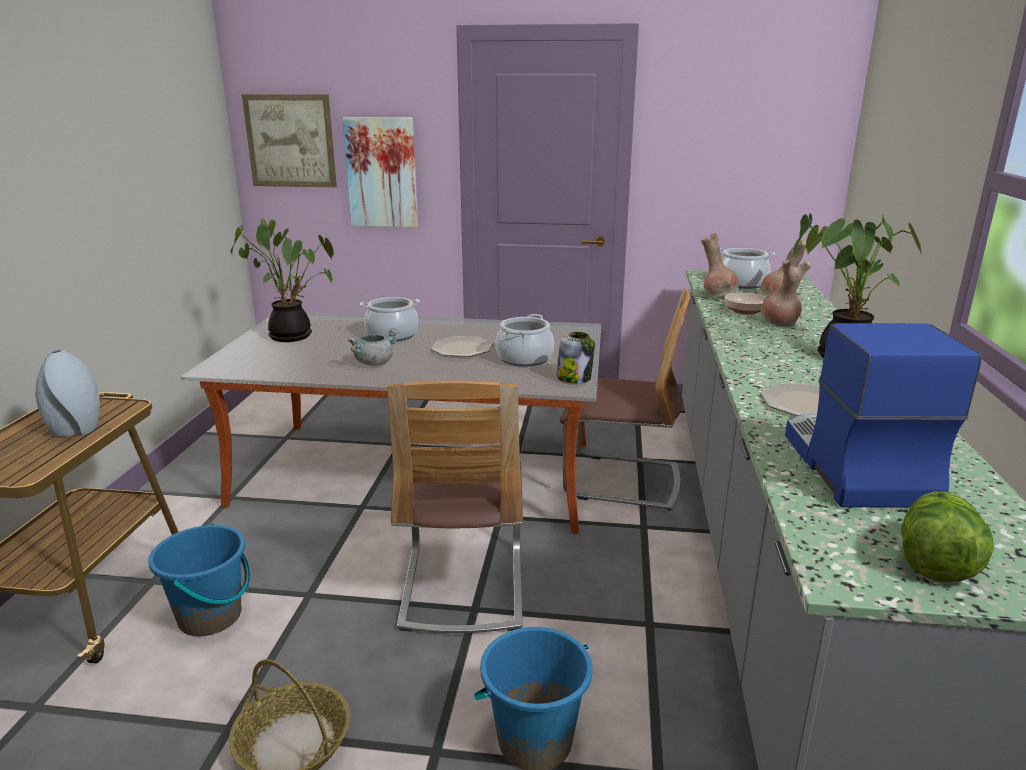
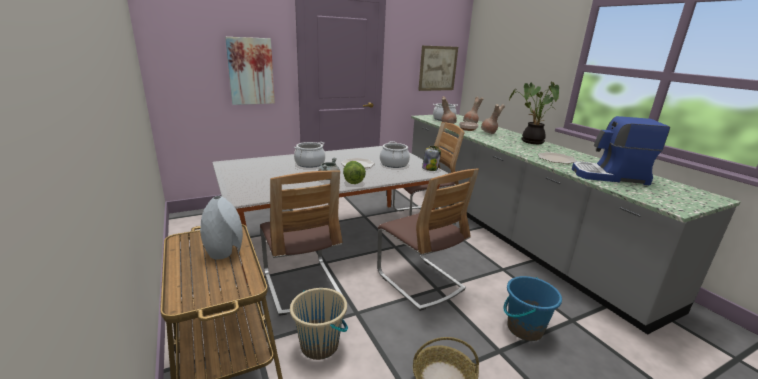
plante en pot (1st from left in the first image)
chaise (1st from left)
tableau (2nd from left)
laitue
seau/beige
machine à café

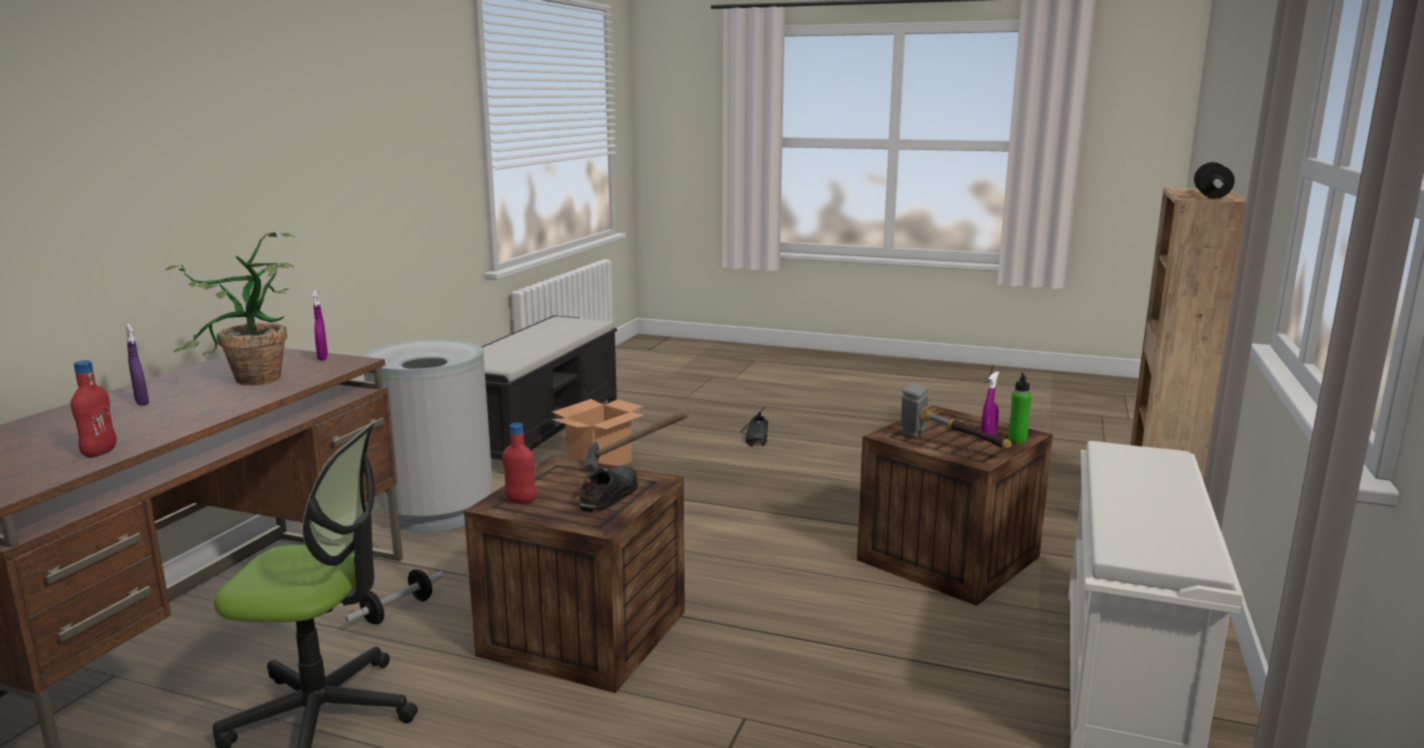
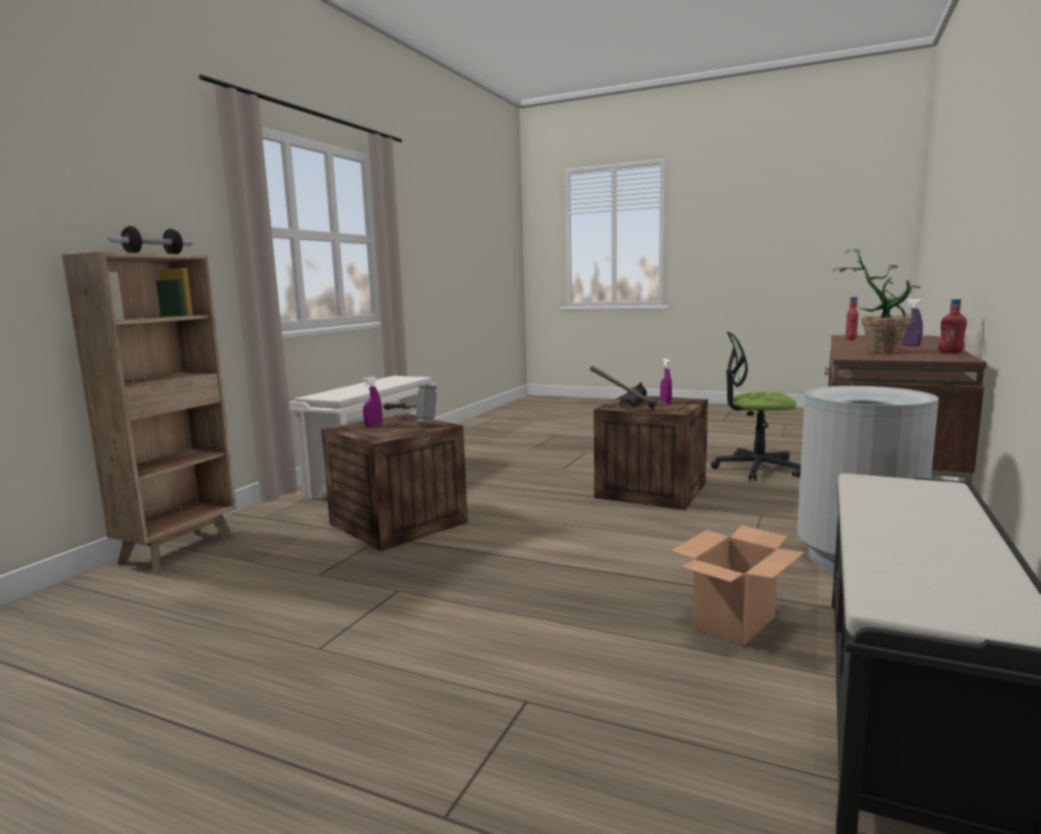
haltère (1st from left in the first image)
chaussure/noir (2nd from left in the first image)
bouteille/vert
vaporisateur/violet (2nd from left)
bouteille/rouge (2nd from left)

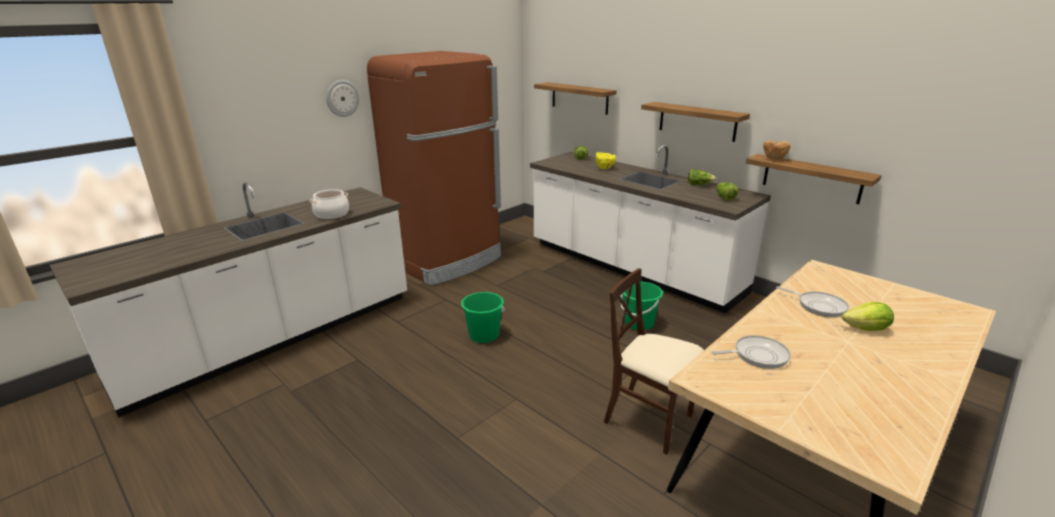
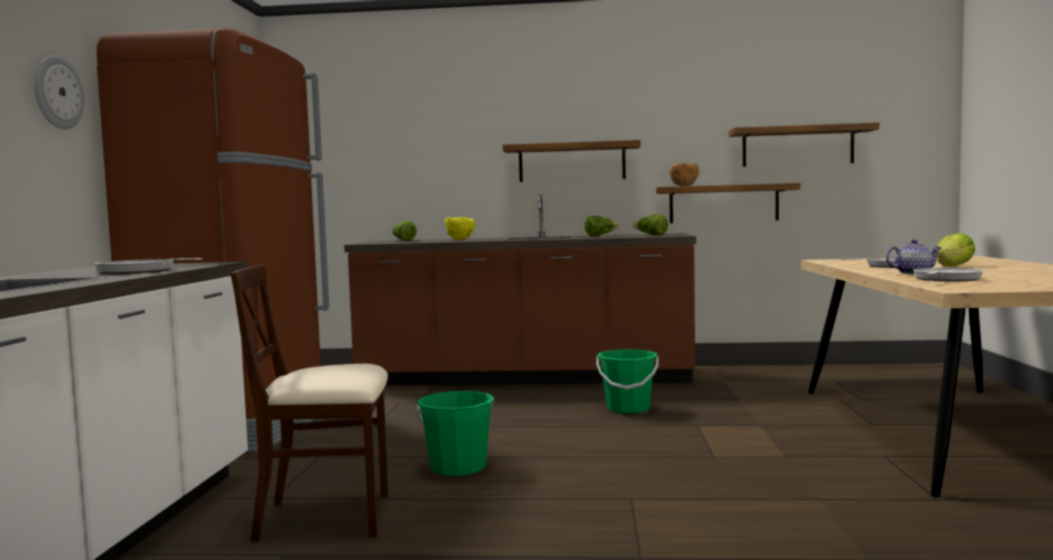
théière
étagère (3rd from left)
chaise/beige
poêle (1st from left)
comptoir de cuisine/marron

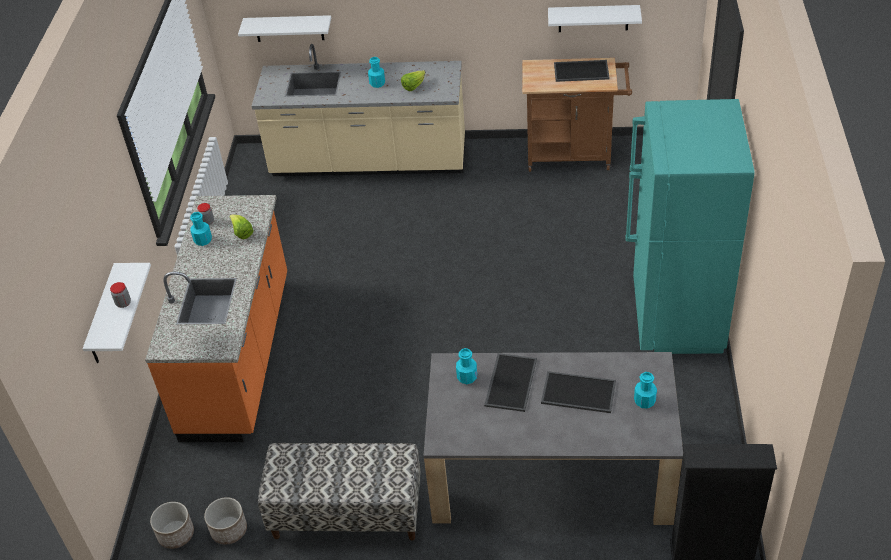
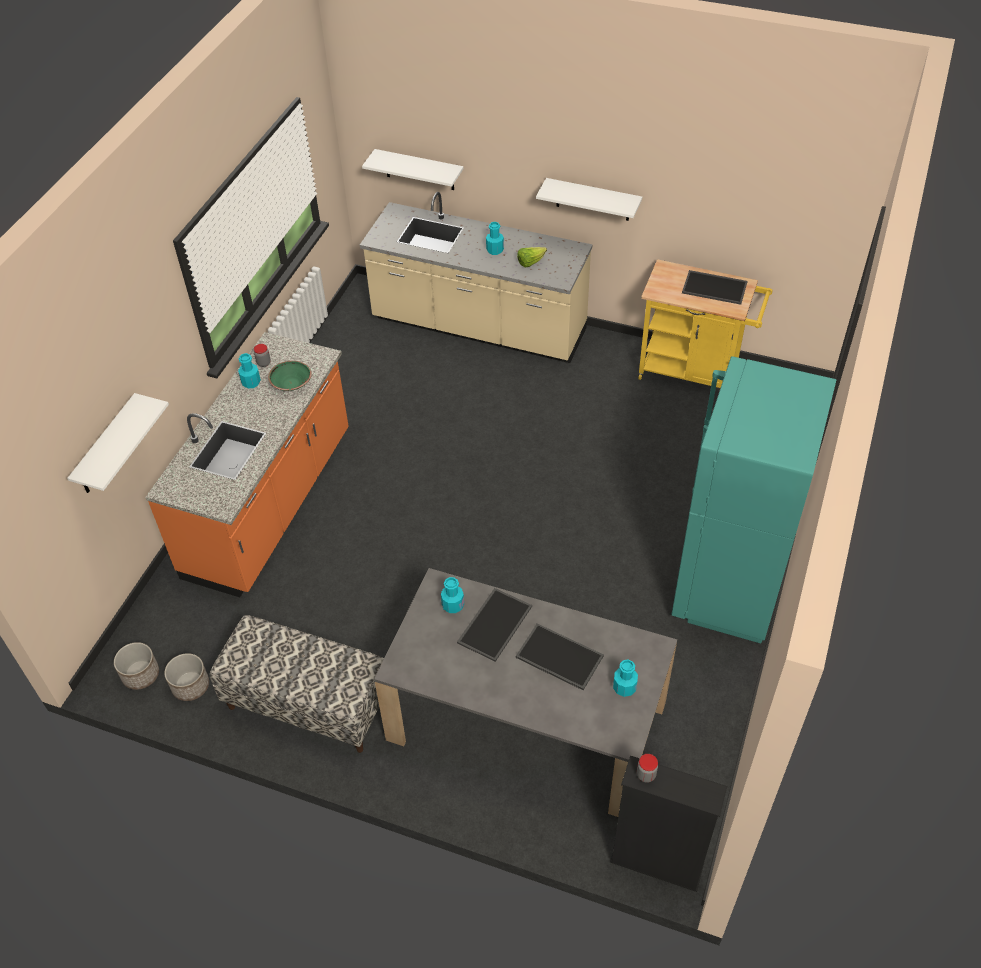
bocal (2nd from left)
étagère/blanc (3rd from left)
bol/vert
chariot/jaune

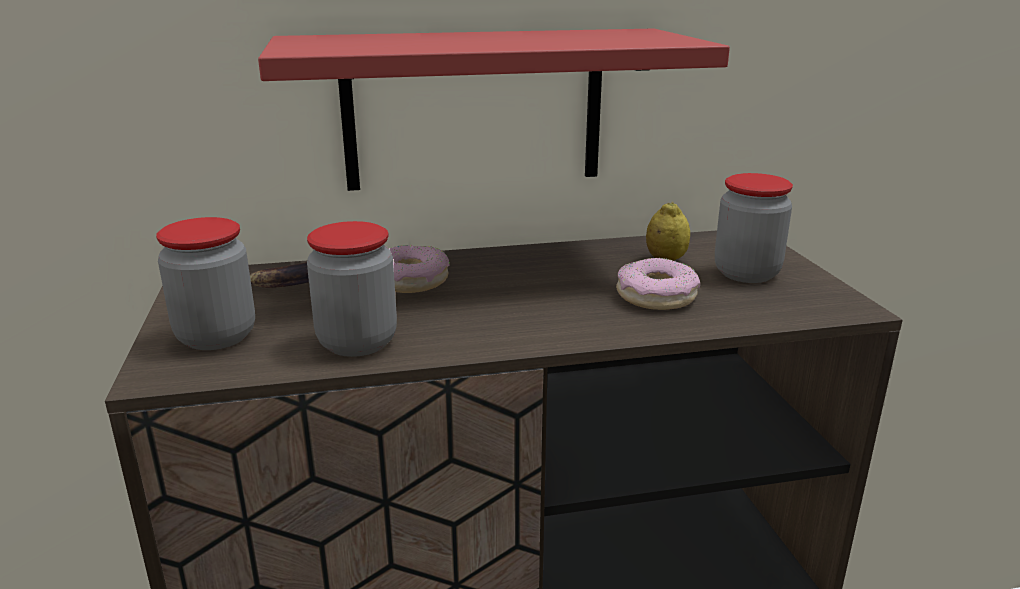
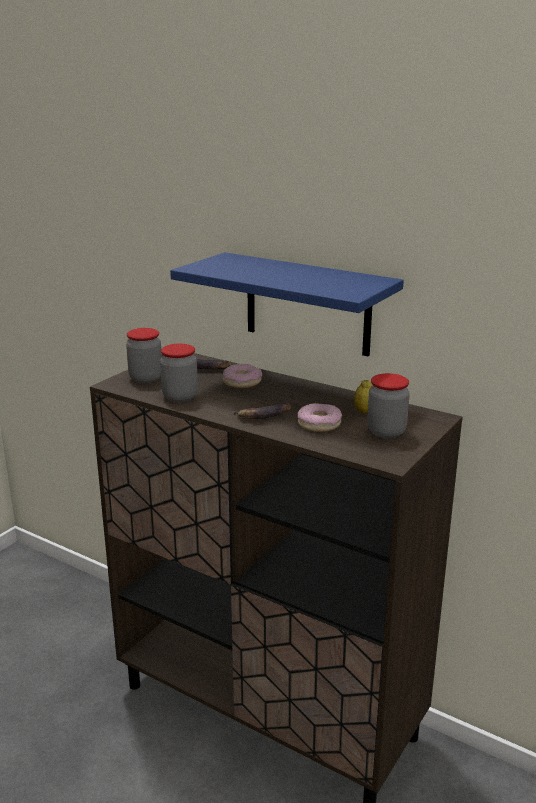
banane (2nd from left)
étagère/bleu

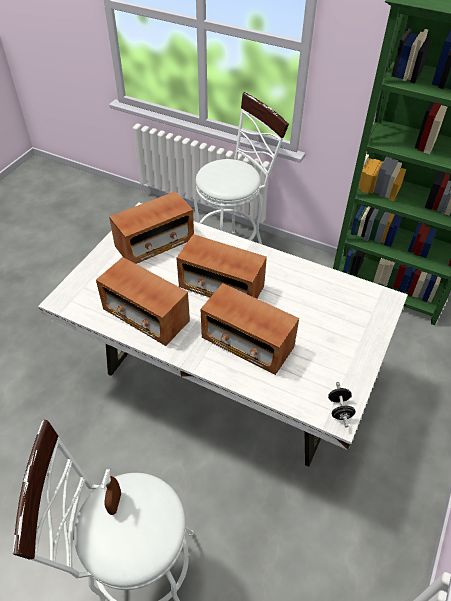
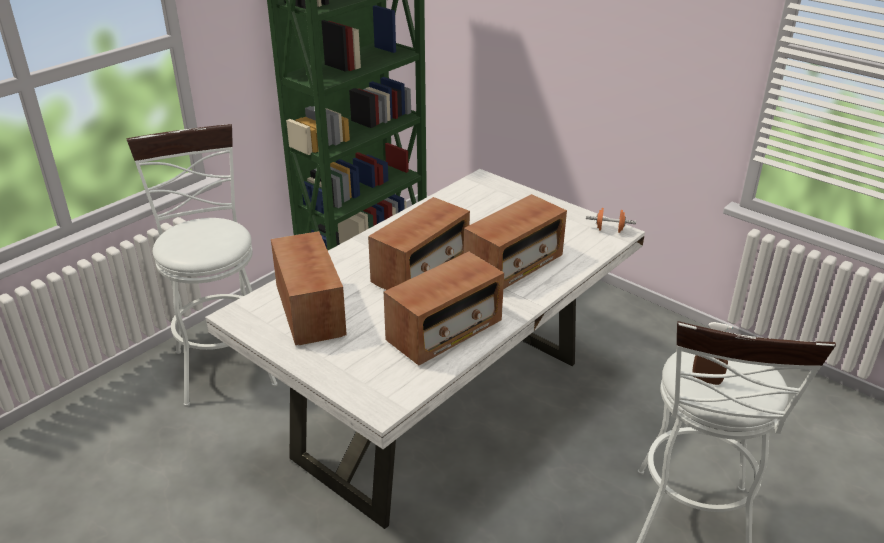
haltère/orange

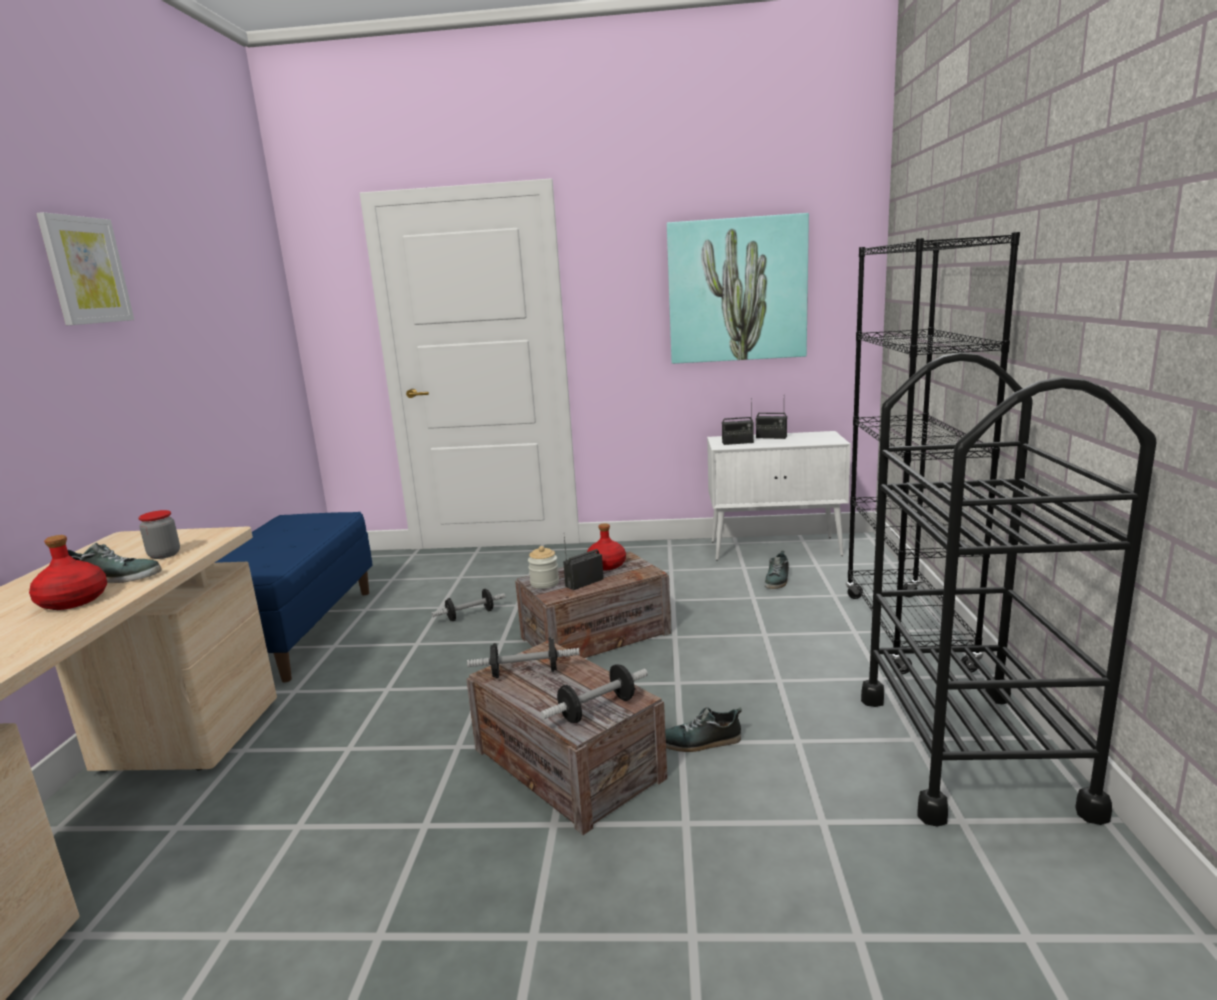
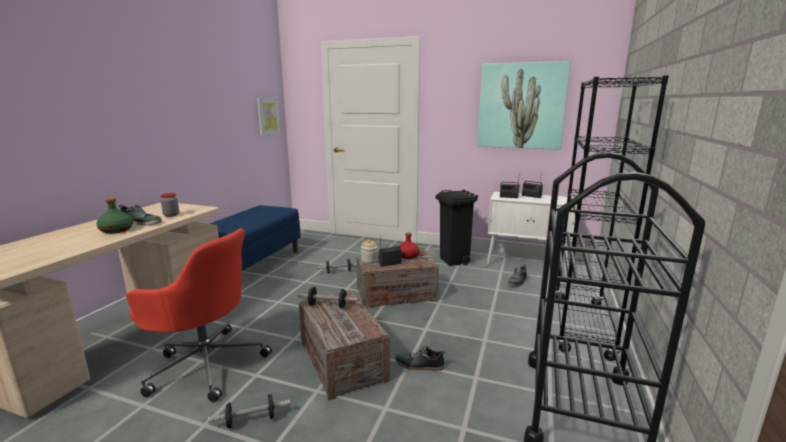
chaise de bureau/rouge
poubelle/noir
tableau (1st from left)
haltère (1st from left)
bouteille/vert

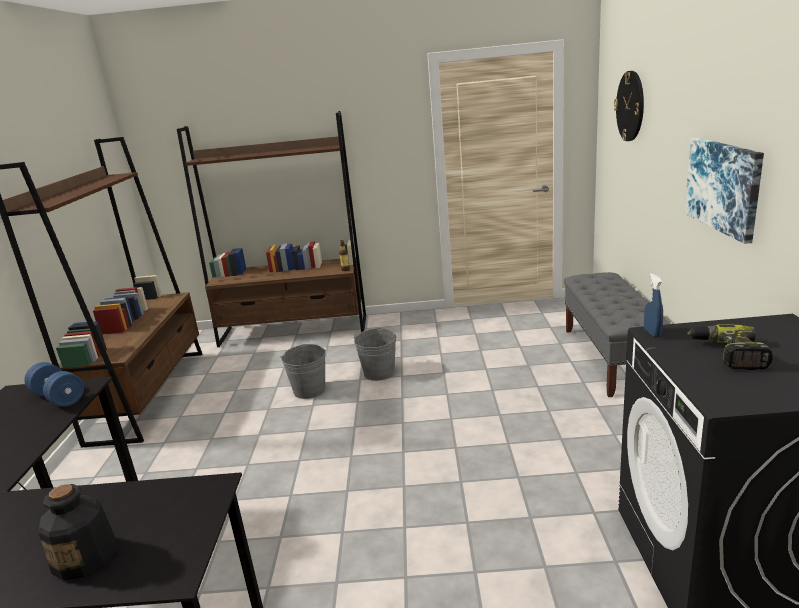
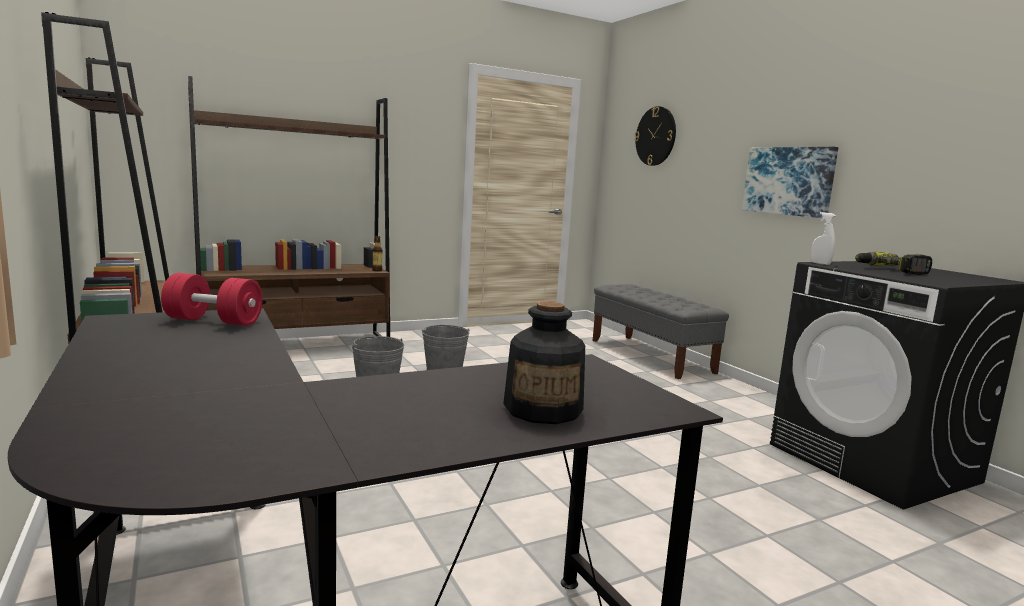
haltère/rouge
vaporisateur/blanc

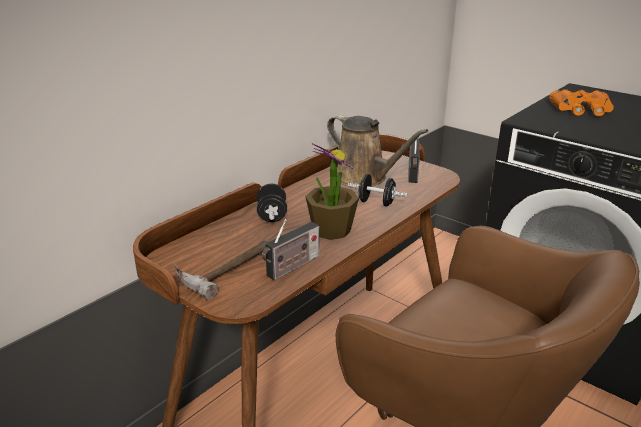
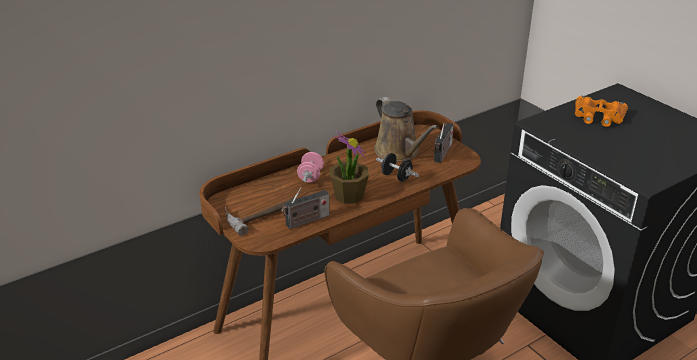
haltère/rose

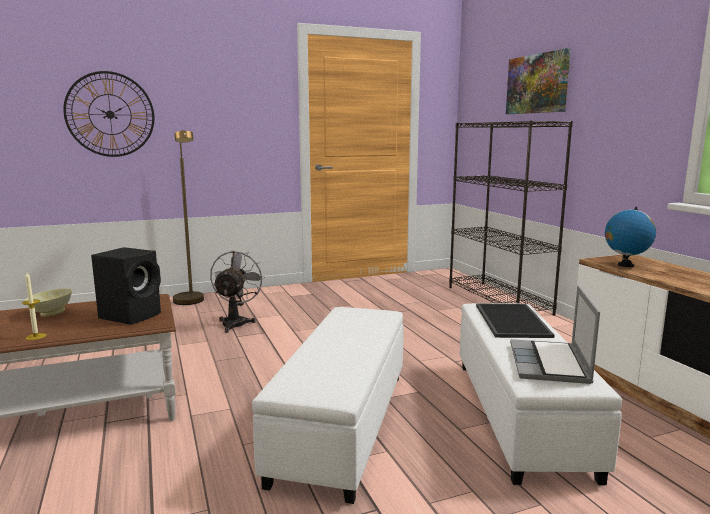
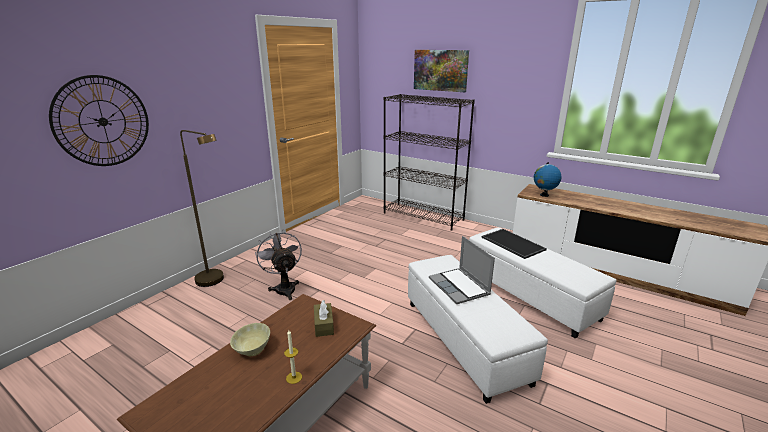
ordinateur portable
boîte à mouchoirs/marron

